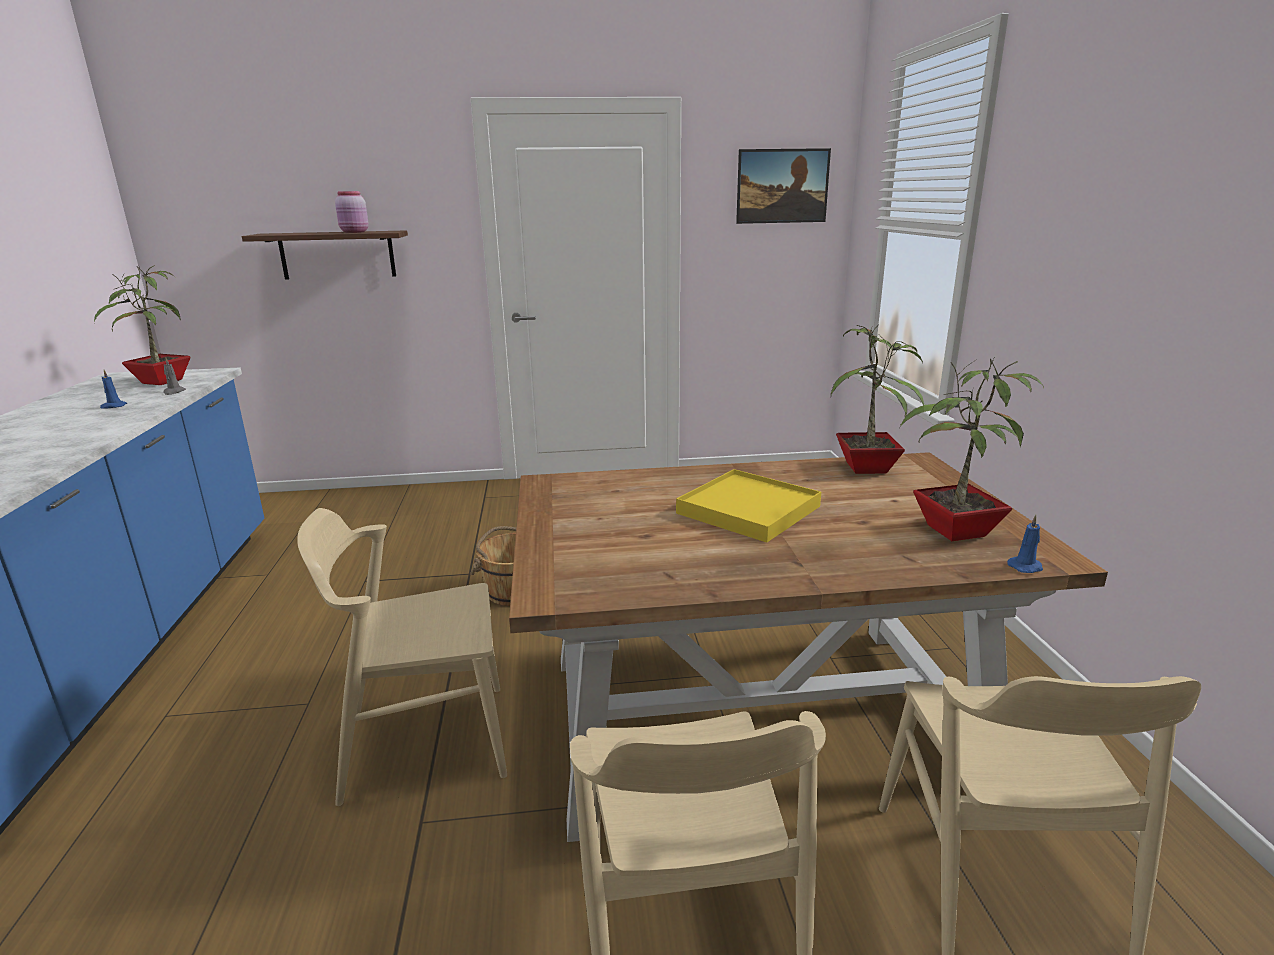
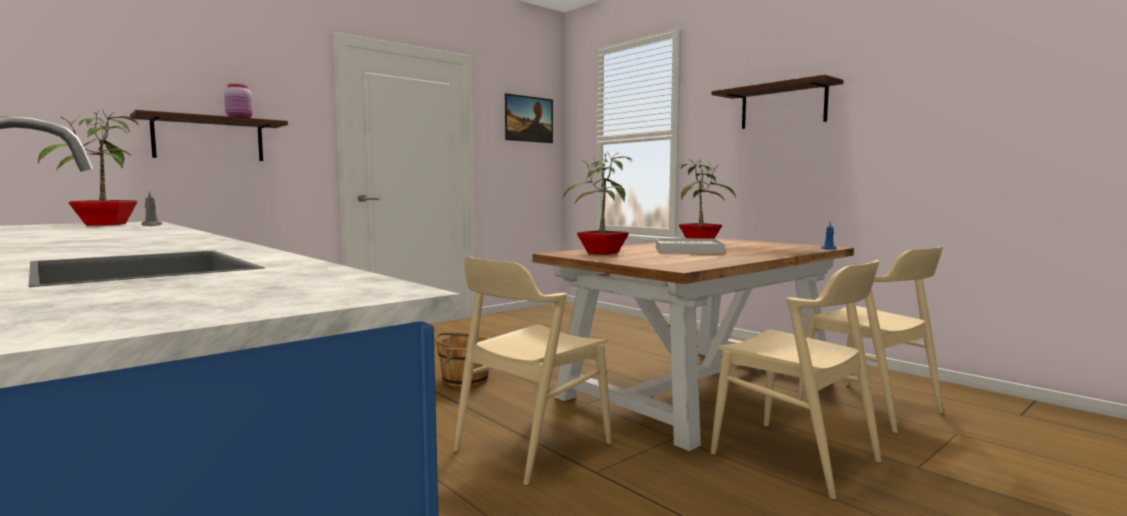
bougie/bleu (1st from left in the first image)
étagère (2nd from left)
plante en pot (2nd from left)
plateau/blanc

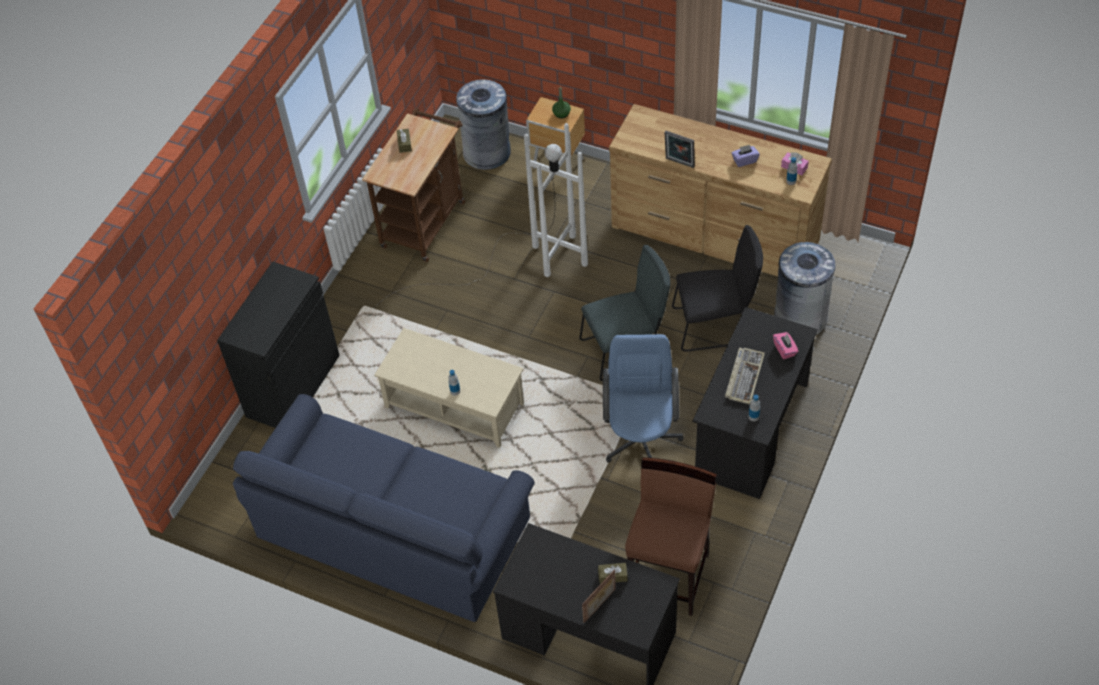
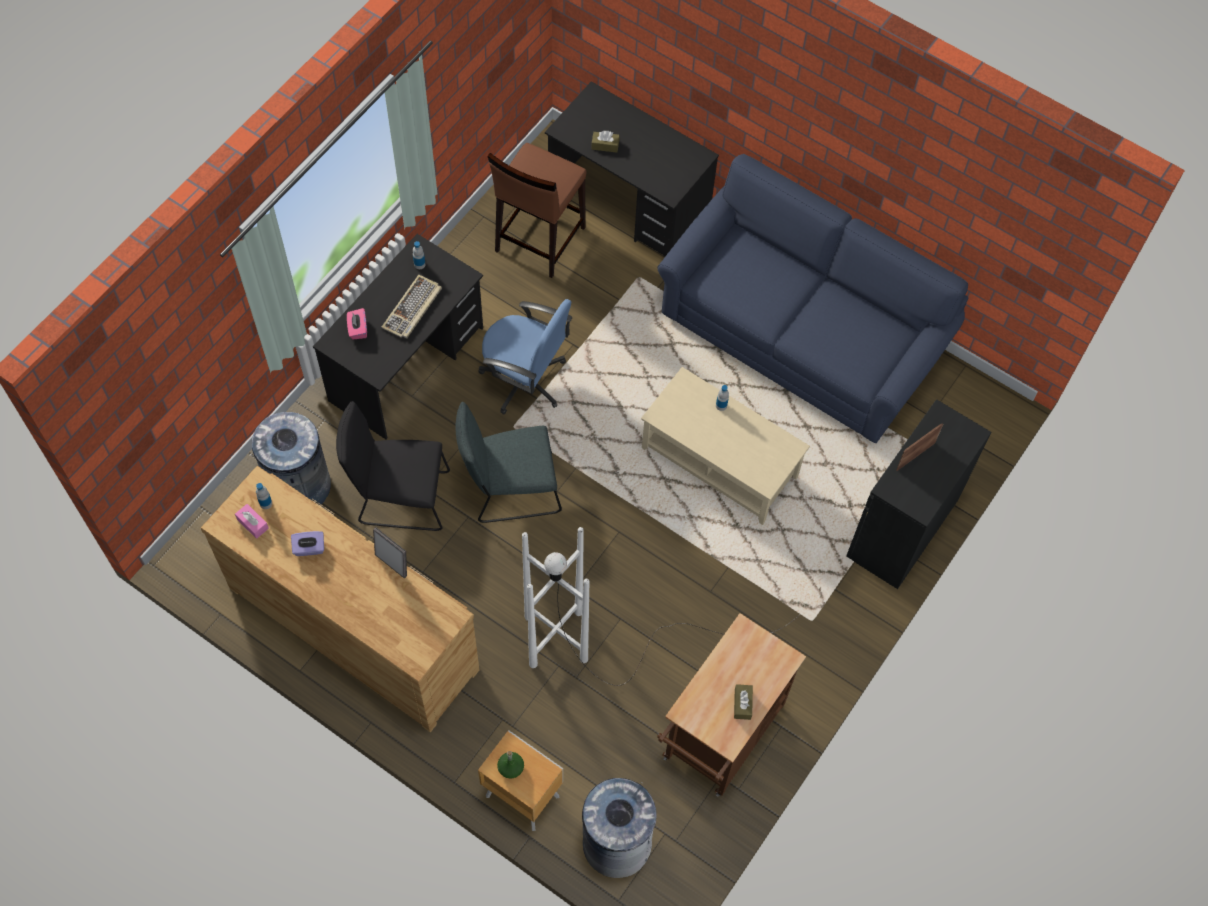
cadre photo (2nd from left)
chaise de bureau/bleu

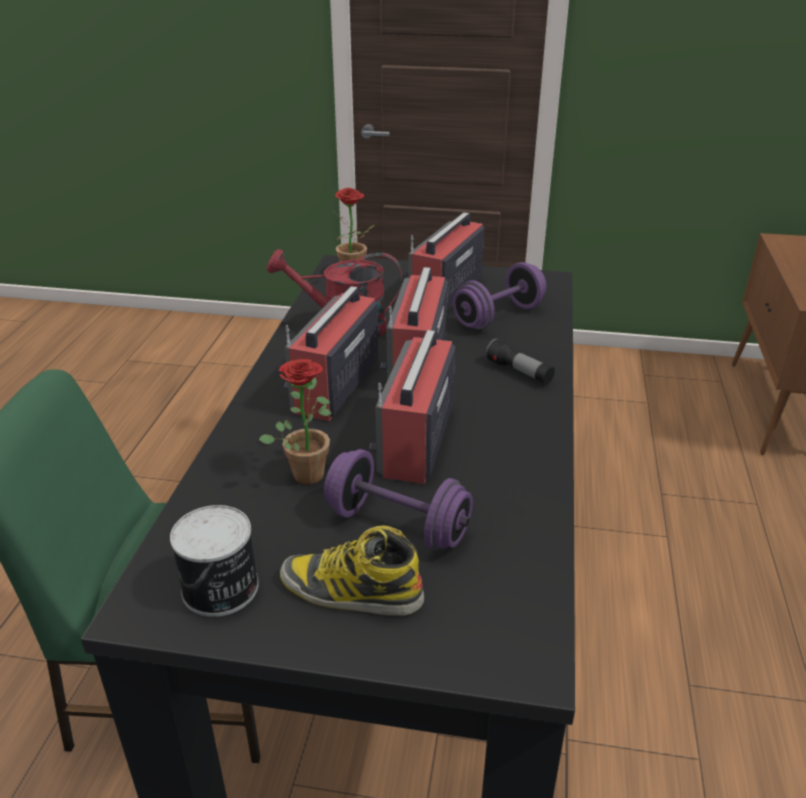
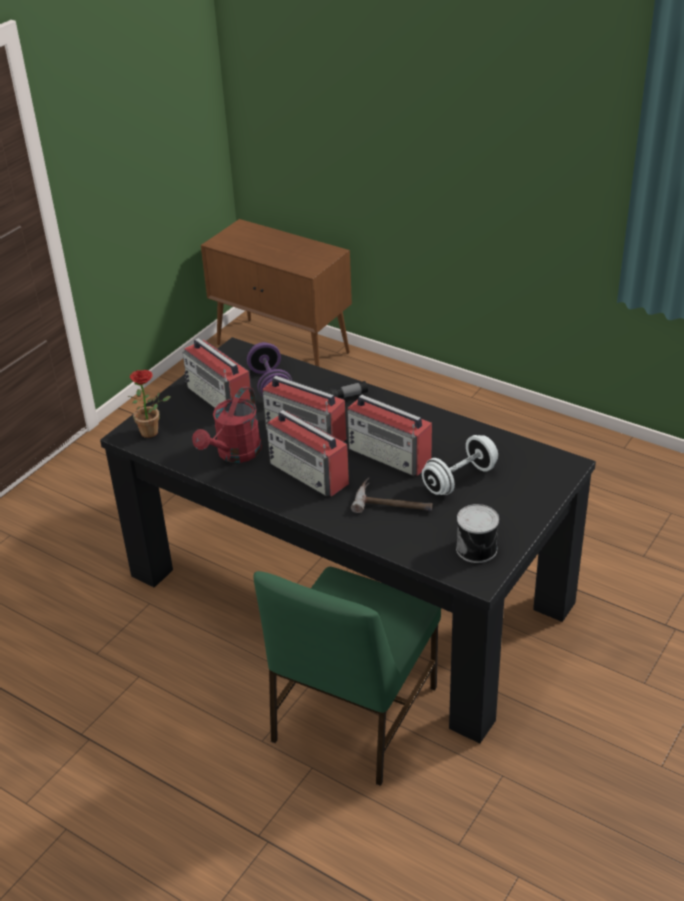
botte
marteau
haltère/blanc

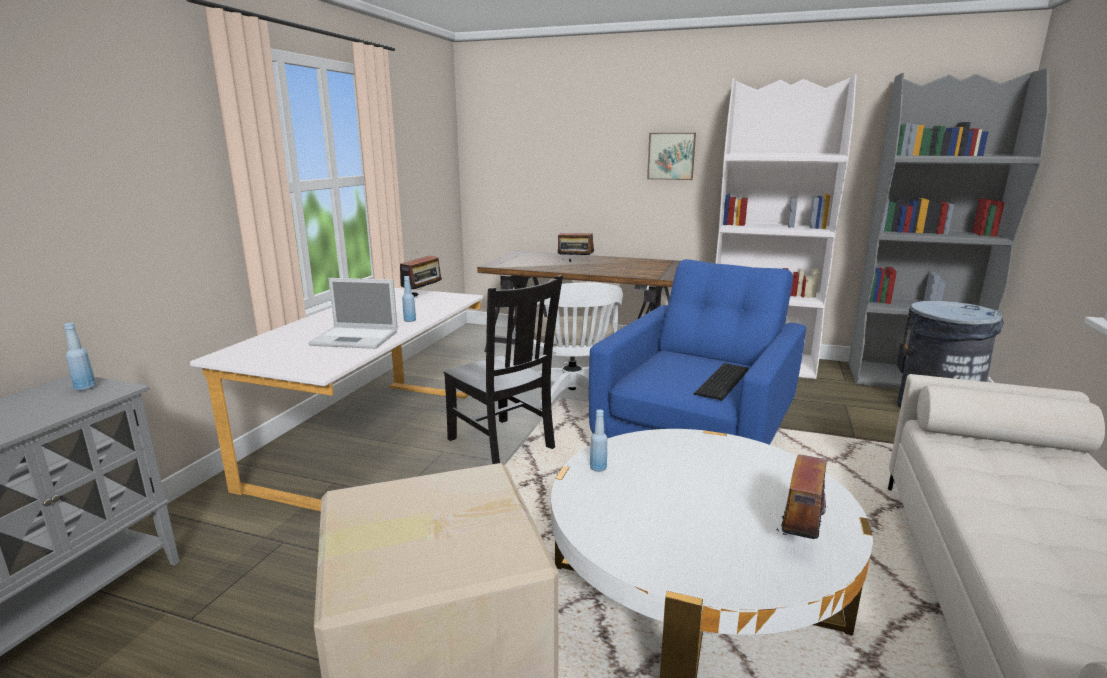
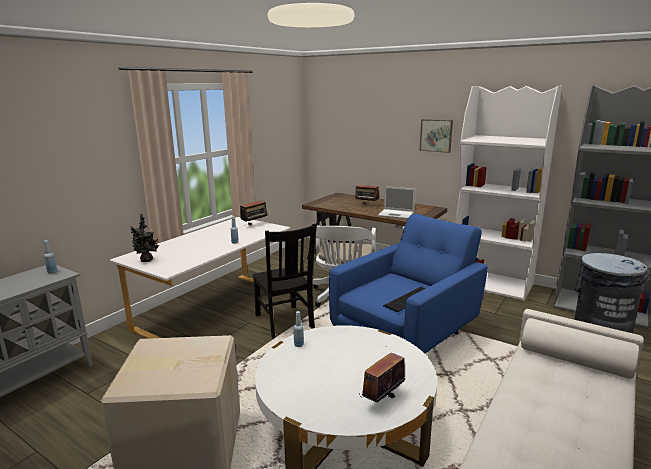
plante en pot
ordinateur portable

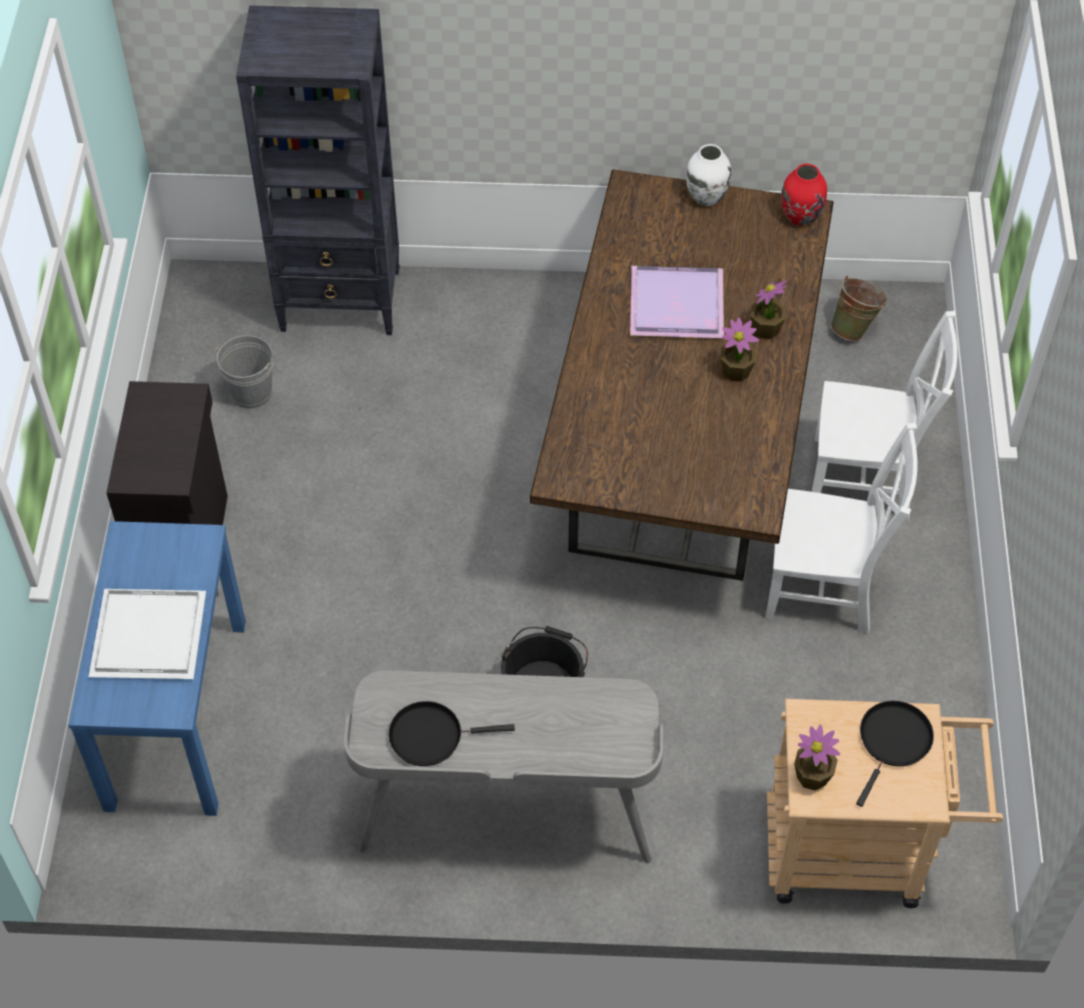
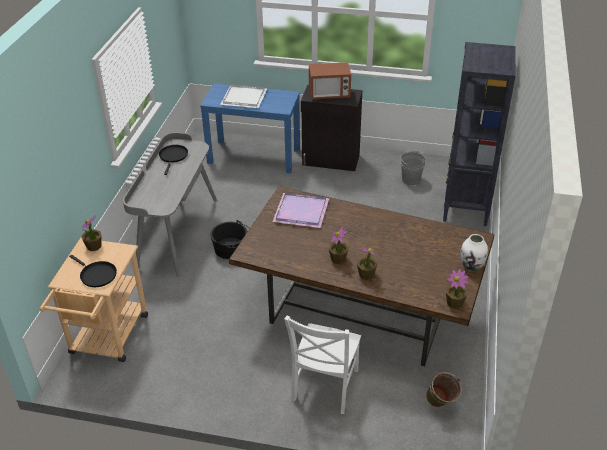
chaise/blanc (1st from left in the first image)
micro-ondes
plateau/violet
plante en pot (4th from left)

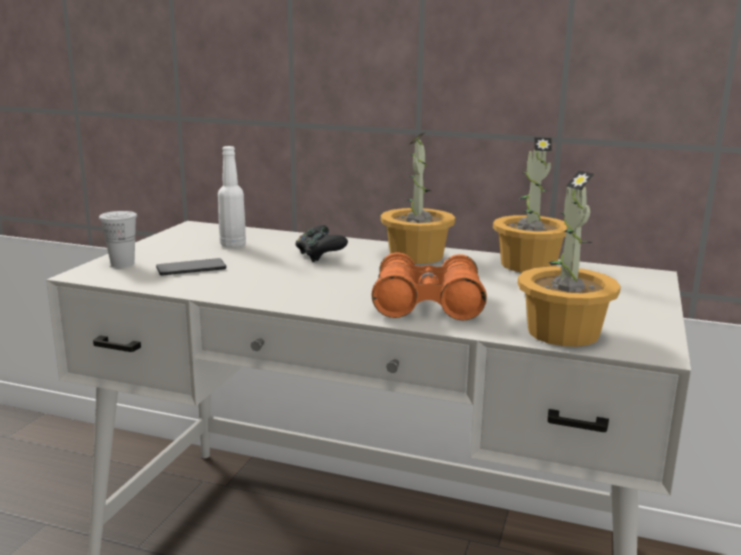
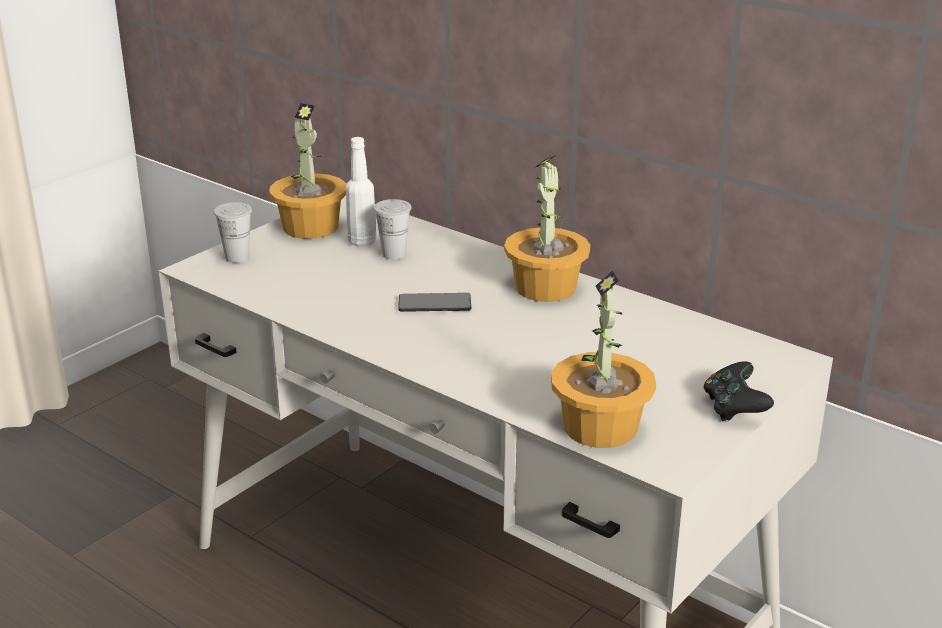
jumelles/orange
tasse/blanc (2nd from left)
téléphone
manette/noir
plante en pot (1st from left)

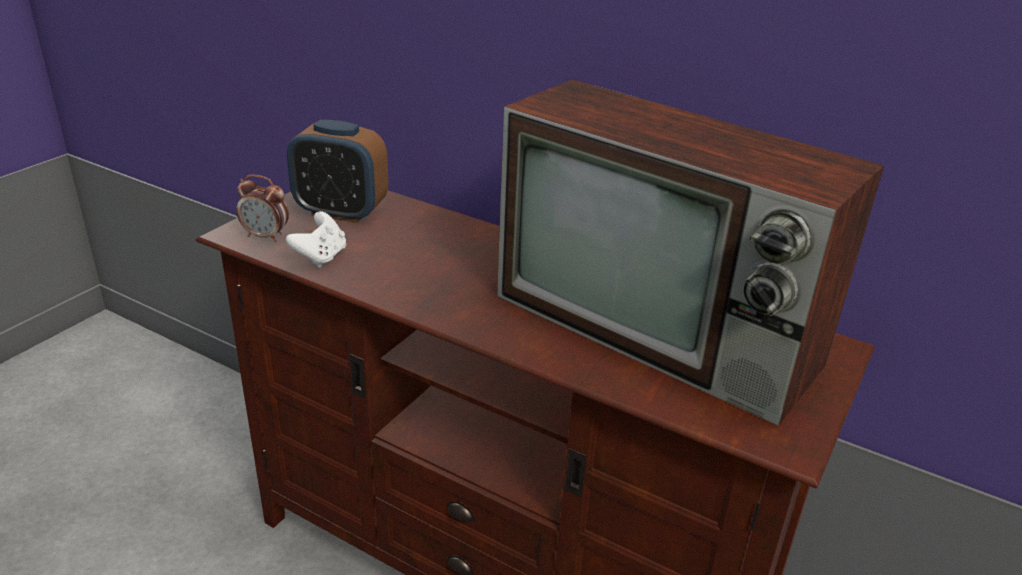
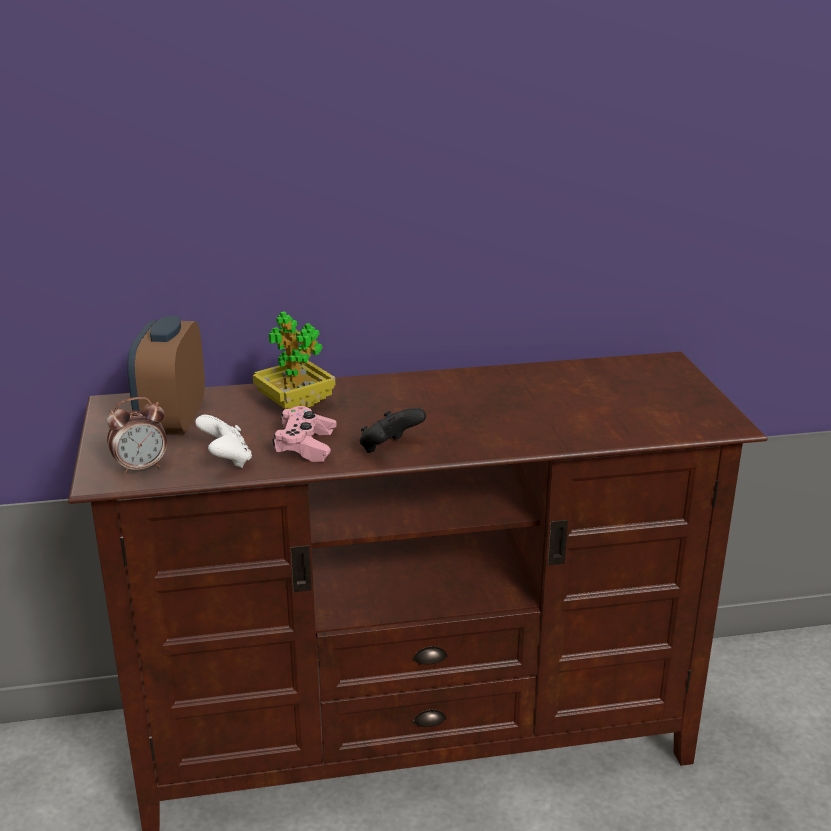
téléviseur
plante en pot
manette/rose
manette/noir
réveil (2nd from left)

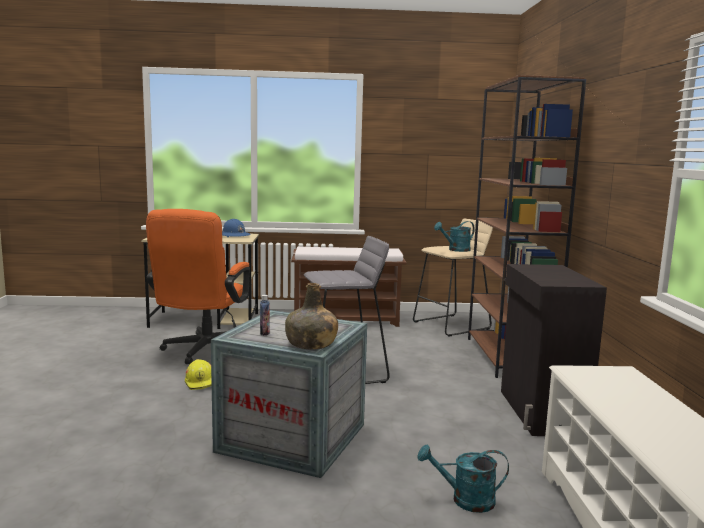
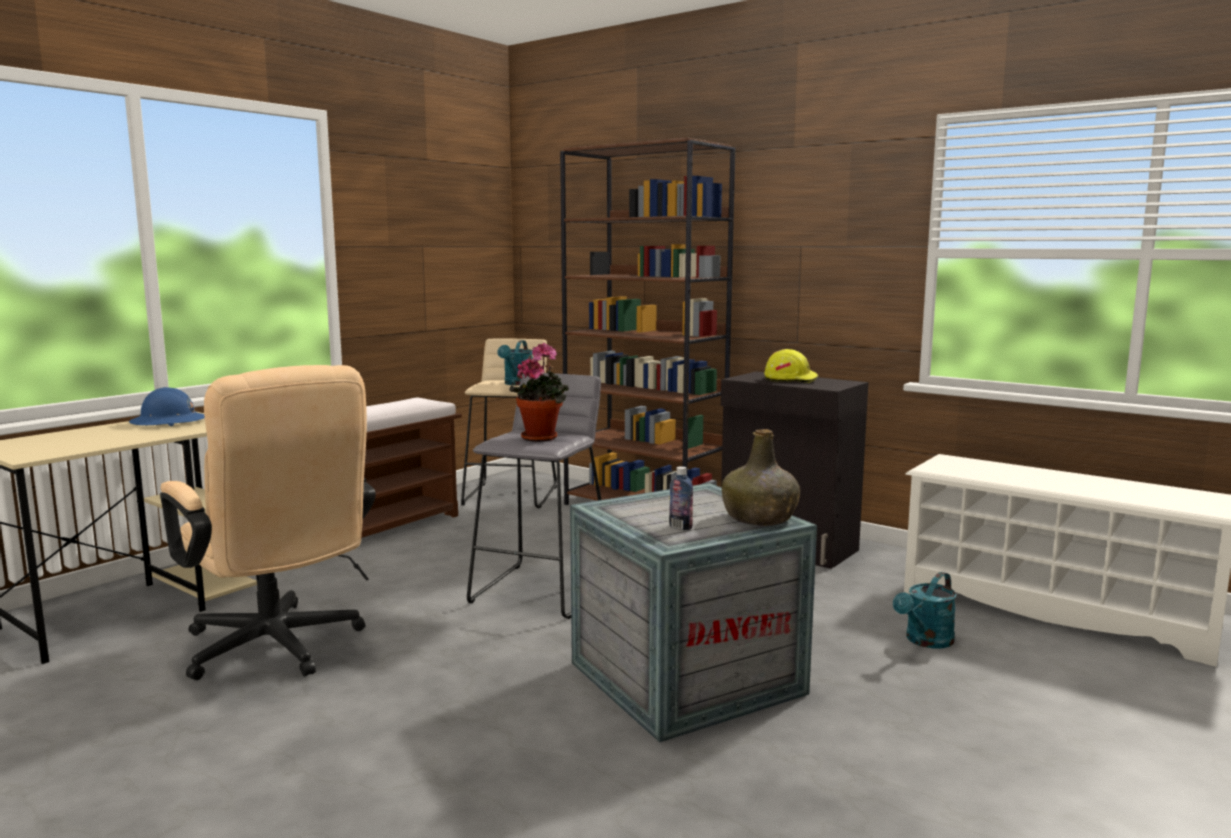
plante en pot
casque de chantier/jaune
chaise de bureau/beige

